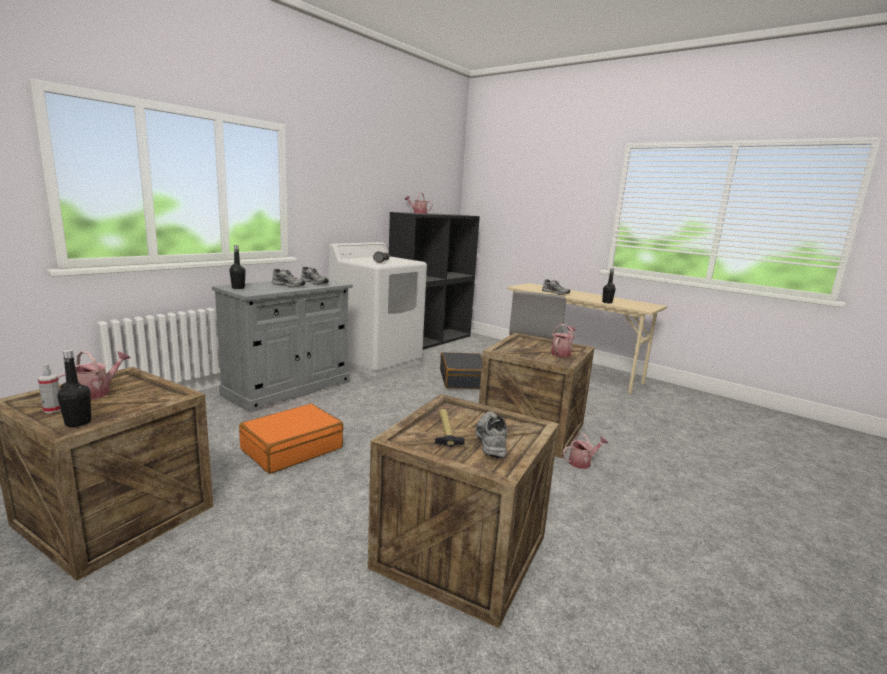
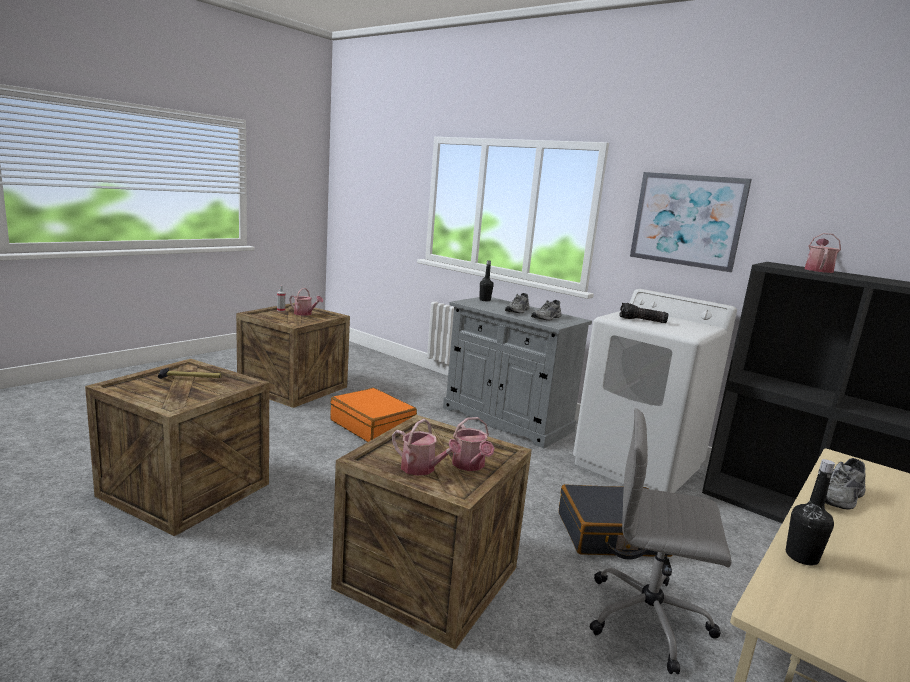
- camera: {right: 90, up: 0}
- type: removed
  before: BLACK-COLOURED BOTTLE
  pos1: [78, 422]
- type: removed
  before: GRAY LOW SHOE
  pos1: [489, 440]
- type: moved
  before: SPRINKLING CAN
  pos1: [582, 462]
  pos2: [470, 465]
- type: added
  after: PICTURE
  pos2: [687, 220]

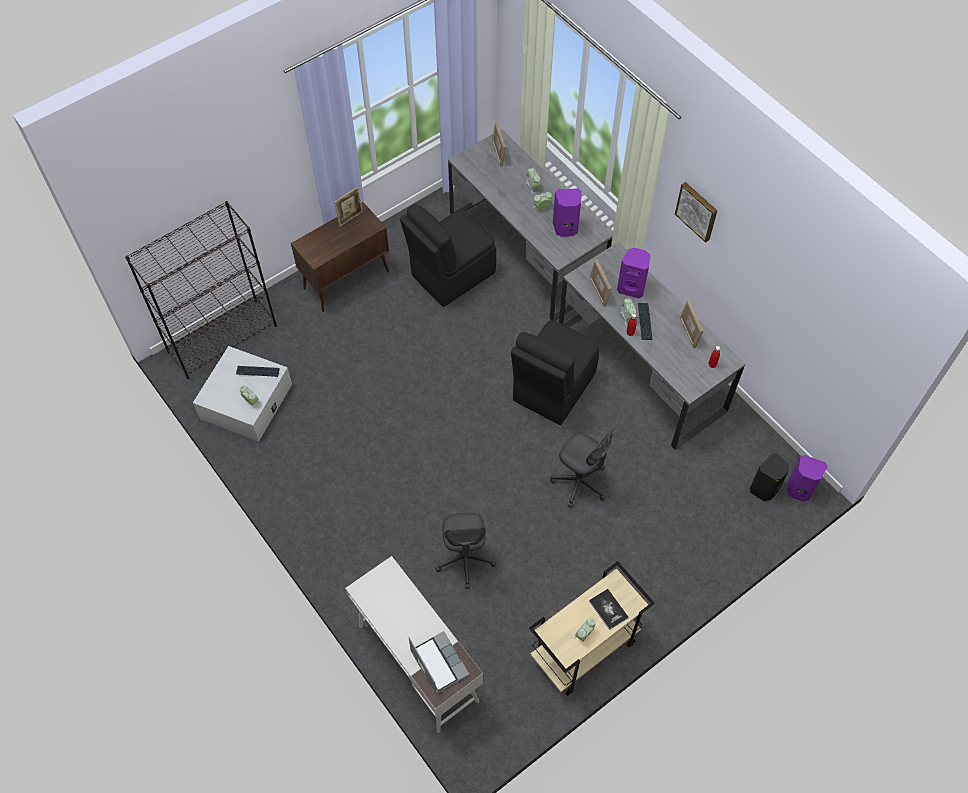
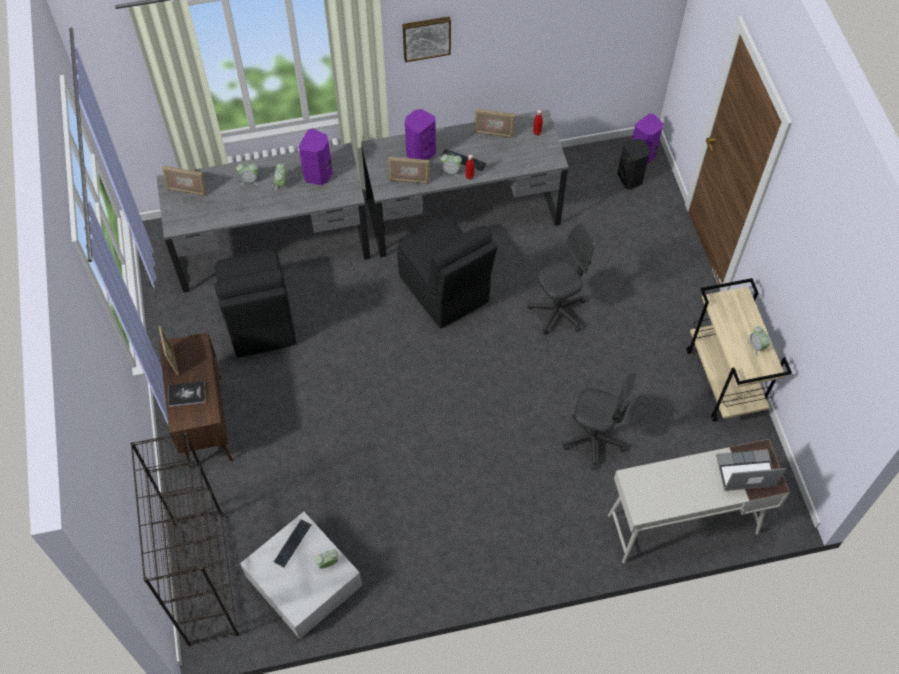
- camera: {right: -65, up: 0}
- type: moved
  before: VOLUME
  pos1: [608, 609]
  pos2: [187, 394]

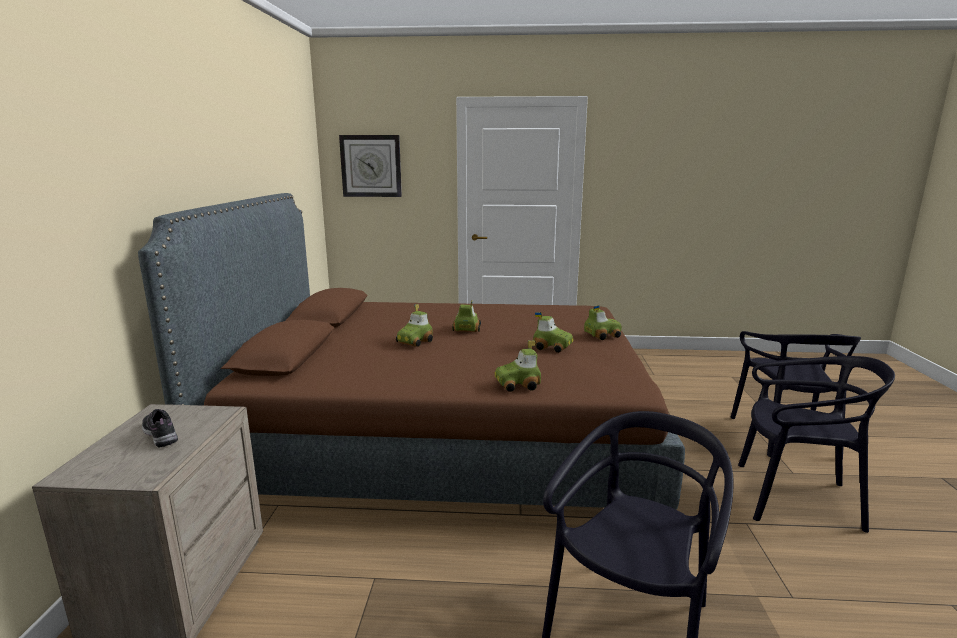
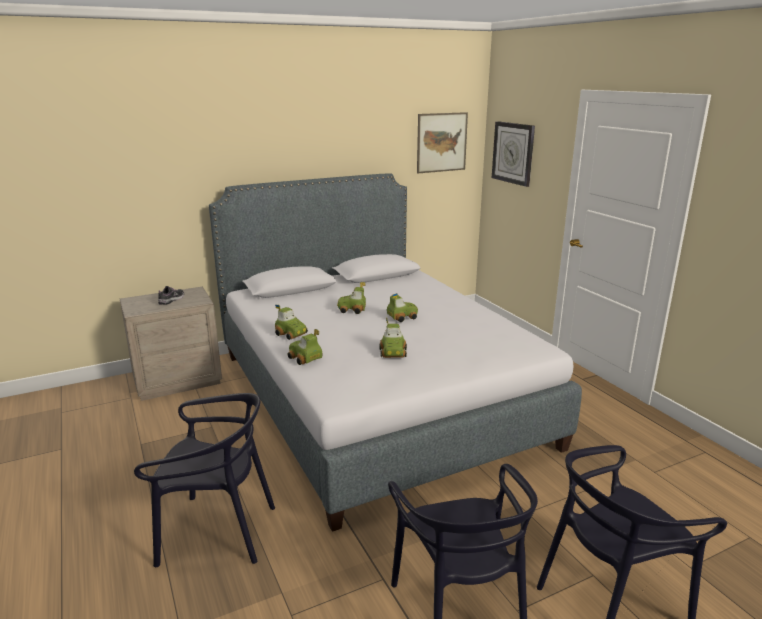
- camera: {right: 60, up: 5}
- type: recoloured
  before: BROWNISH SLEEPING BED
  after: GRAY SLEEPING BED
  pos1: [442, 439]
  pos2: [374, 397]
- type: moved
  before: MINIATURE CAR
  pos1: [602, 335]
  pos2: [291, 334]
- type: added
  after: PICTURE
  pos2: [441, 142]

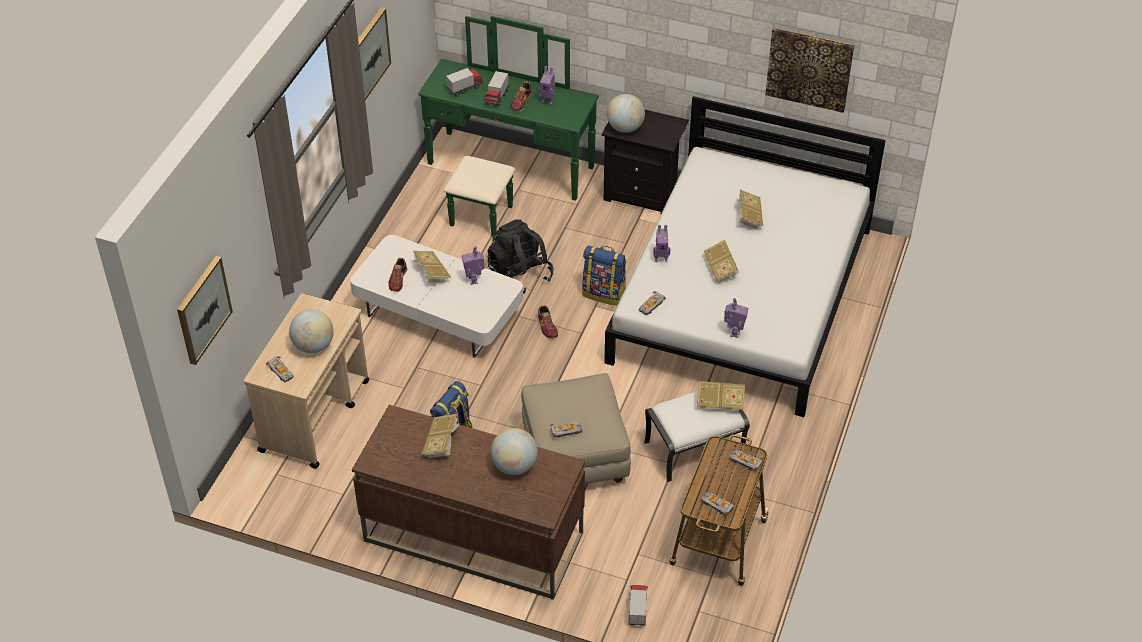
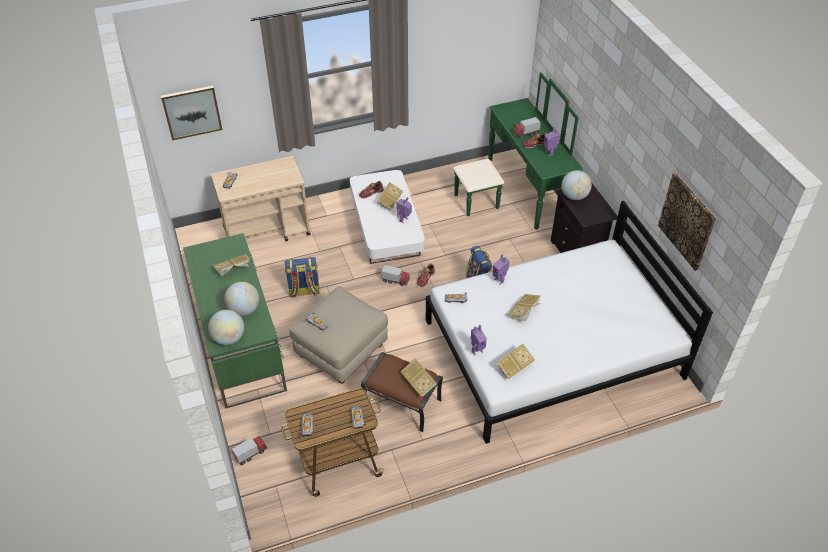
- camera: {right: 50, up: 0}
- type: removed
  before: PICTURE
  pos1: [369, 54]
- type: moved
  before: MODEL TRUCK
  pos1: [465, 88]
  pos2: [395, 280]
- type: moved
  before: VOLUME
  pos1: [748, 217]
  pos2: [514, 367]
- type: removed
  before: BLACK-COLOURED KNAPSACK
  pos1: [520, 274]
- type: moved
  before: WORLD GLOBE
  pos1: [313, 346]
  pos2: [229, 338]
- type: recoloured
  before: WHITISH FOOTREST
  after: BROWNISH FOOTREST
  pos1: [694, 450]
  pos2: [401, 403]
- type: recoloured
  before: BROWNISH DESK
  after: GREEN DESK
  pos1: [472, 537]
  pos2: [241, 344]

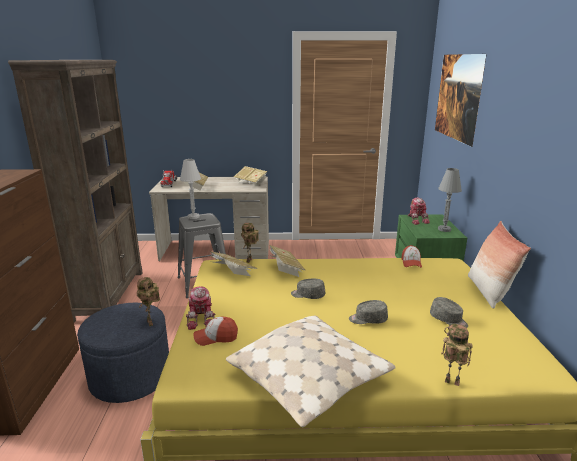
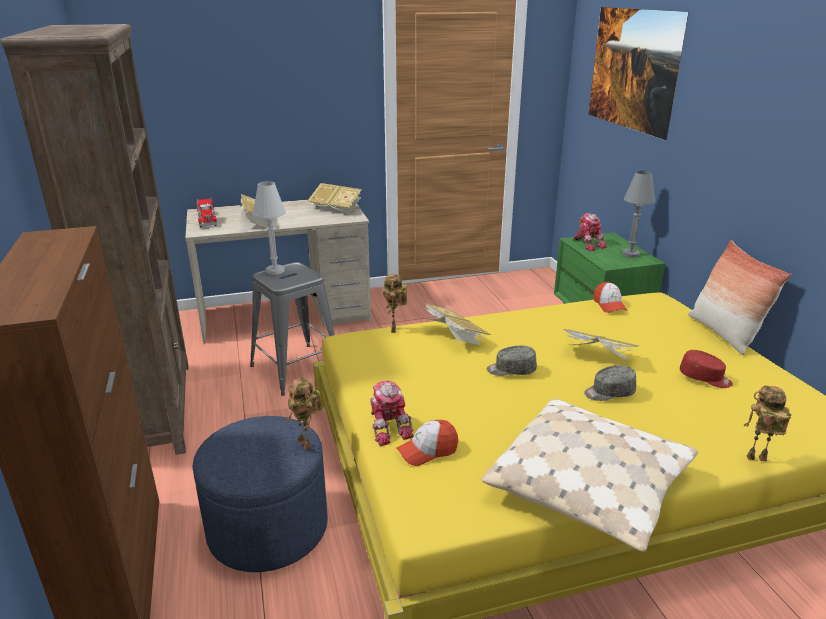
- camera: {right: -15, up: 5}
- type: moved
  before: VOLUME
  pos1: [232, 272]
  pos2: [597, 357]
- type: recoloured
  before: GRAY CAP
  after: REDDISH CAP
  pos1: [448, 320]
  pos2: [705, 378]

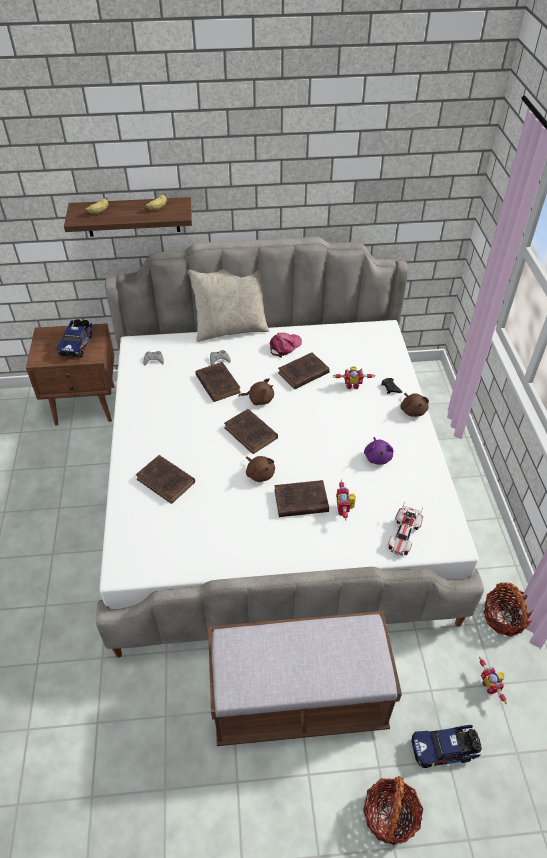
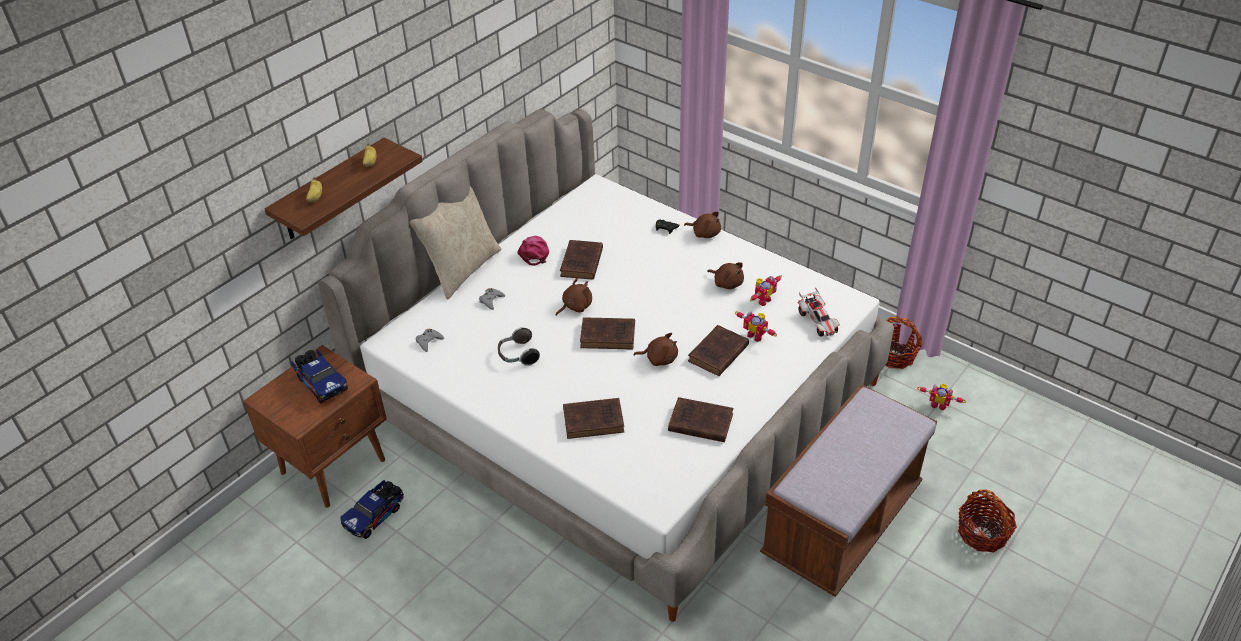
- camera: {right: -45, up: -5}
- type: moved
  before: BROWNISH VOLUME
  pos1: [217, 383]
  pos2: [699, 422]
- type: moved
  before: TOY ROBOT
  pos1: [352, 385]
  pos2: [762, 300]
- type: recoloured
  before: PURPLE CUDDLY TOY
  after: BROWNISH CUDDLY TOY
  pos1: [378, 457]
  pos2: [727, 283]
- type: moved
  before: MODEL TRUCK
  pos1: [445, 749]
  pos2: [376, 515]
- type: added
  after: PAIR OF HEADPHONES
  pos2: [518, 355]

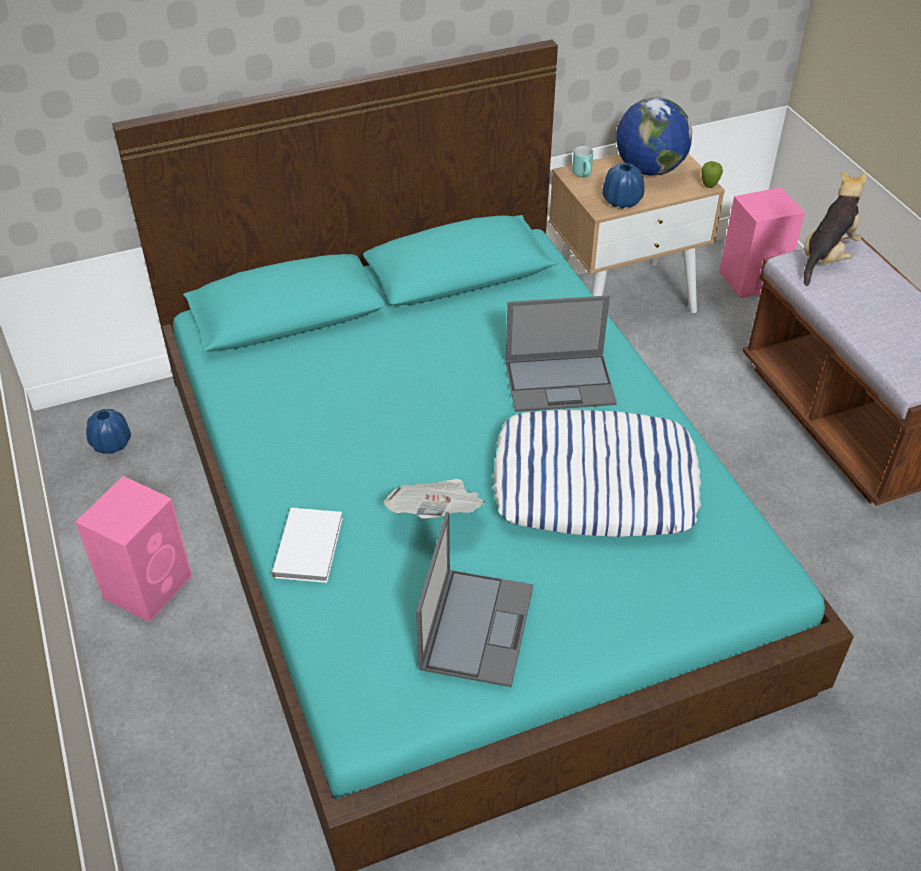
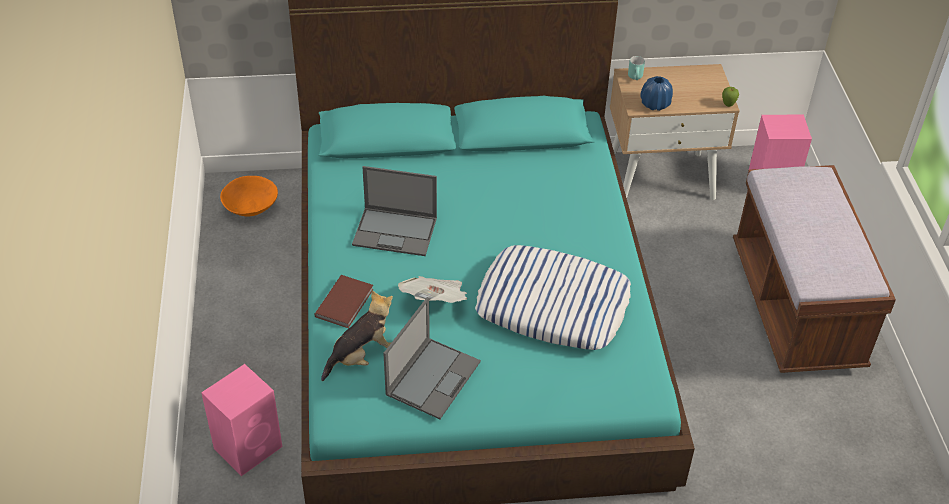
- camera: {right: 15, up: 0}
- type: removed
  before: WORLD GLOBE
  pos1: [649, 169]
- type: moved
  before: CUDDLY TOY
  pos1: [826, 257]
  pos2: [361, 356]
- type: moved
  before: LAPTOP
  pos1: [561, 382]
  pos2: [396, 231]
- type: replaced
  before: BLUE-COLOURED DECORATIVE VASE
  after: ORANGE-COLOURED BOWL
  pos1: [111, 444]
  pos2: [250, 207]
- type: moved
  before: PINKISH AUDIO SPEAKER
  pos1: [149, 585]
  pos2: [249, 446]
- type: recoloured
  before: WHITISH VOLUME
  after: BROWNISH VOLUME
  pos1: [310, 546]
  pos2: [346, 303]

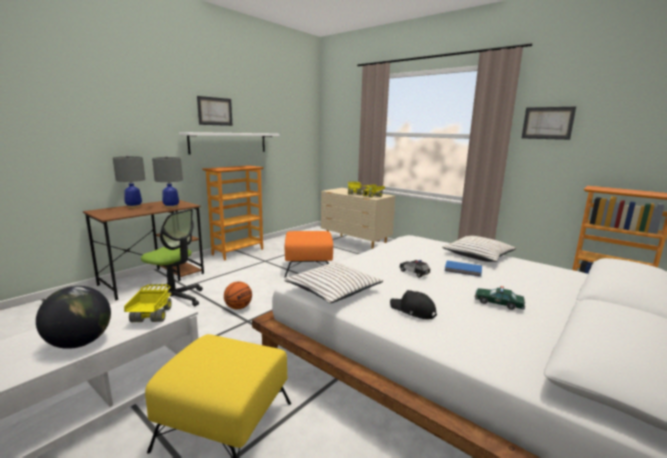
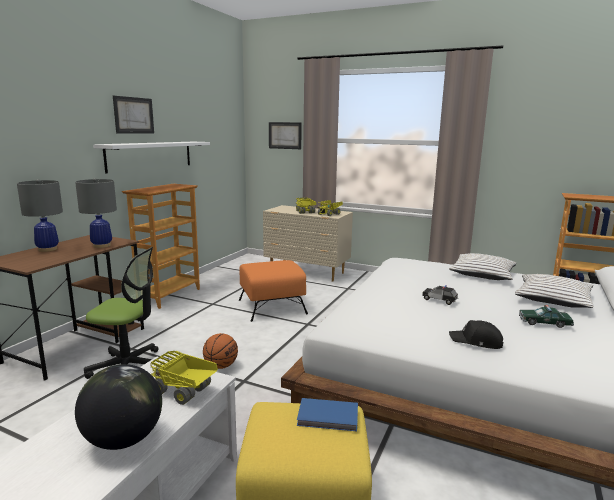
- camera: {right: -15, up: 0}
- type: moved
  before: PICTURE
  pos1: [547, 123]
  pos2: [285, 135]
- type: moved
  before: BLUE-COLOURED VOLUME
  pos1: [463, 270]
  pos2: [328, 417]
- type: moved
  before: WHITISH CUSHION
  pos1: [332, 290]
  pos2: [552, 299]
- type: turned
  before: MODEL TRUCK
  pos1: [151, 316]
  pos2: [184, 391]
  turn: -45

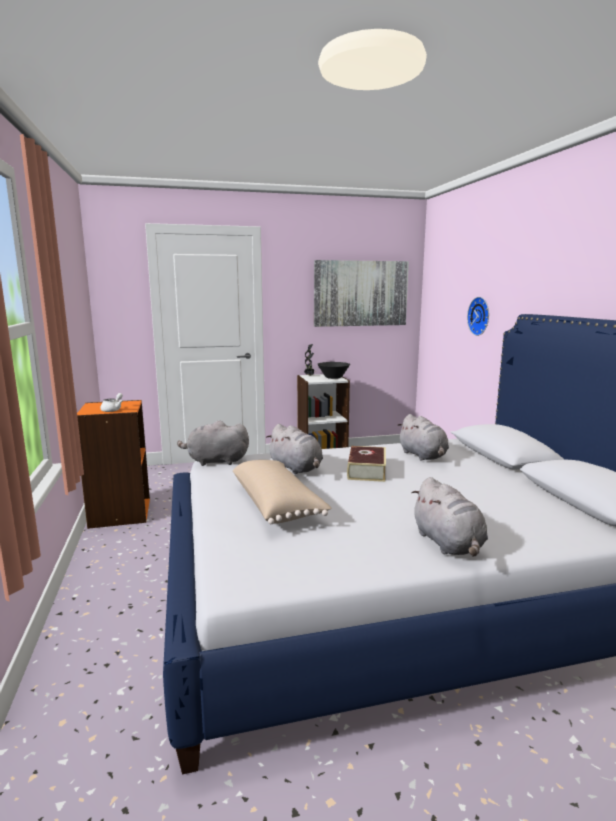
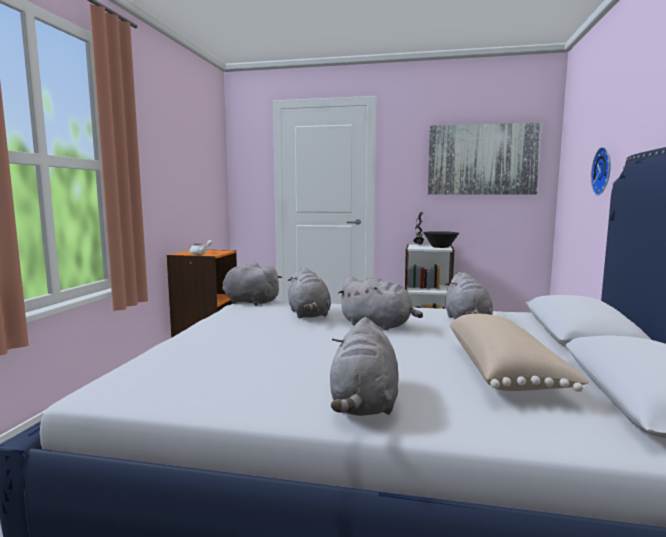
- camera: {right: 25, up: -5}
- type: replaced
  before: VOLUME
  after: GRAY CUDDLY TOY
  pos1: [366, 470]
  pos2: [378, 325]
- type: moved
  before: BEIGE-COLOURED CUSHION
  pos1: [277, 505]
  pos2: [504, 371]

